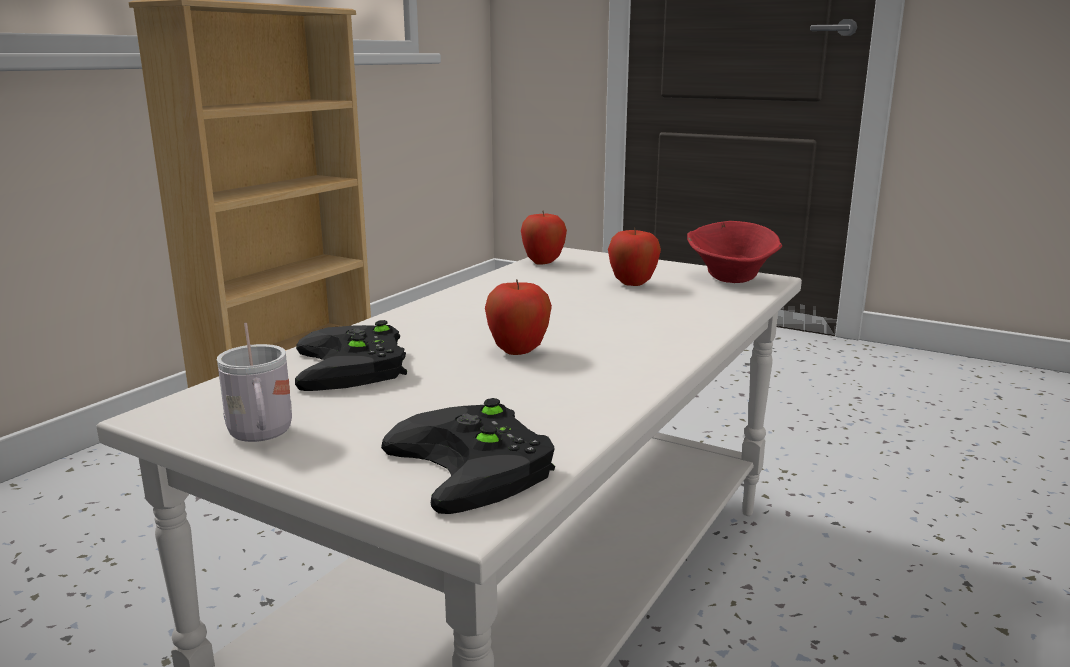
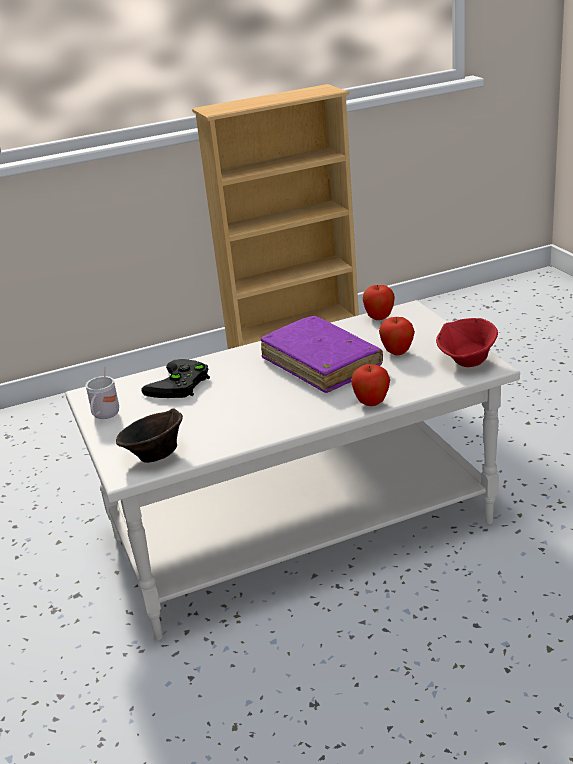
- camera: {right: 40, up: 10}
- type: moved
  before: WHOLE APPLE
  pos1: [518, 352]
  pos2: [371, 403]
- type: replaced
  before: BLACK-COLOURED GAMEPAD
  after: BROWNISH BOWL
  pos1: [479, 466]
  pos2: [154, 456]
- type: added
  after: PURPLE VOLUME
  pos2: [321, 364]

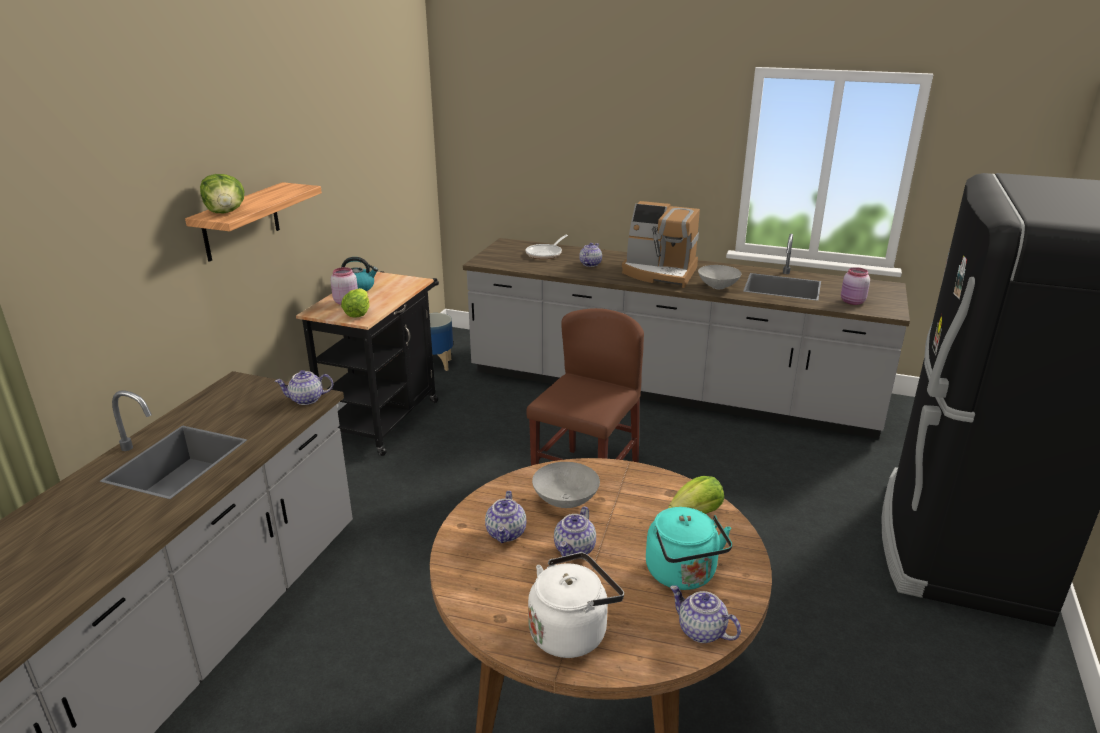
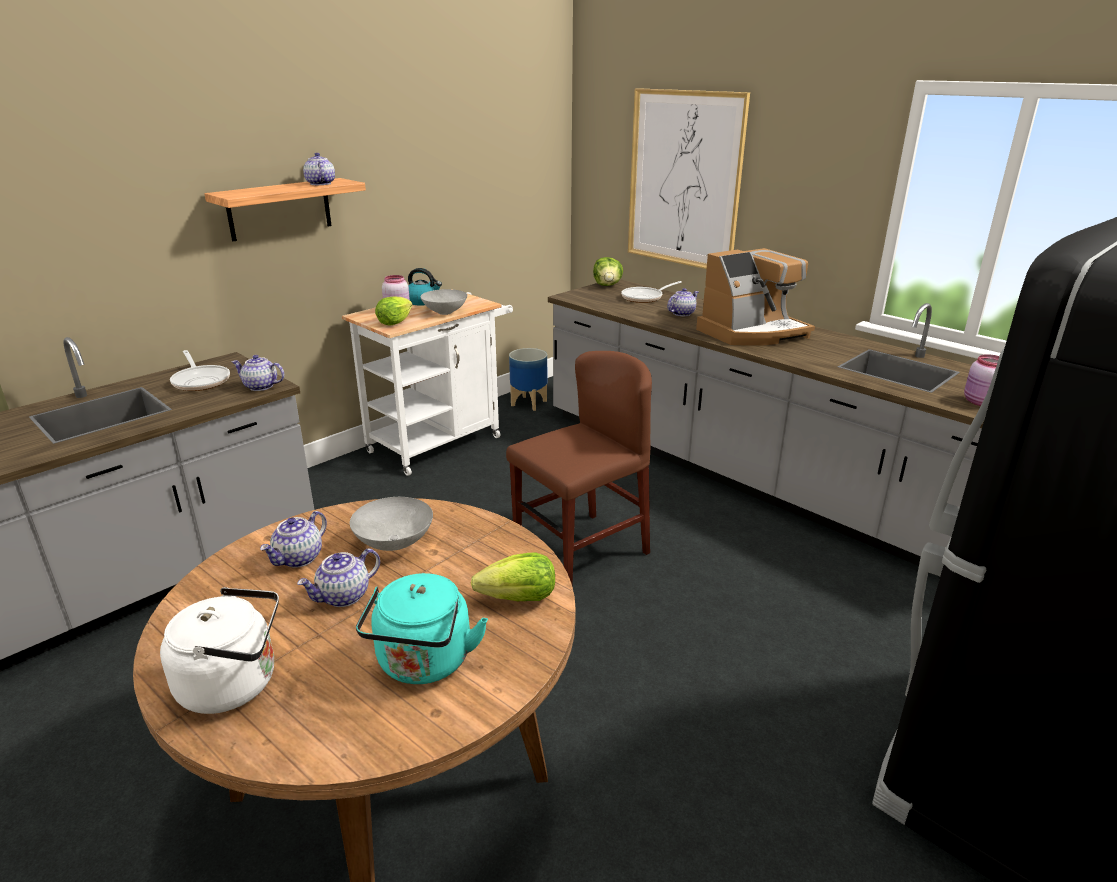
- camera: {right: 25, up: 0}
- type: moved
  before: LETTUCE
  pos1: [226, 212]
  pos2: [607, 285]
- type: turned
  before: COFFEE BREWER
  pos1: [659, 273]
  pos2: [752, 333]
  turn: -75
- type: moved
  before: GRAY BOWL
  pos1: [717, 286]
  pos2: [444, 312]
- type: recoloured
  before: BLACK-COLOURED CART
  after: WHITISH CART
  pos1: [386, 417]
  pos2: [441, 441]
- type: moved
  before: TEA POT
  pos1: [701, 631]
  pos2: [320, 184]
- type: added
  after: PICTURE
  pos2: [684, 180]
- type: added
  after: PAN
  pos2: [201, 381]

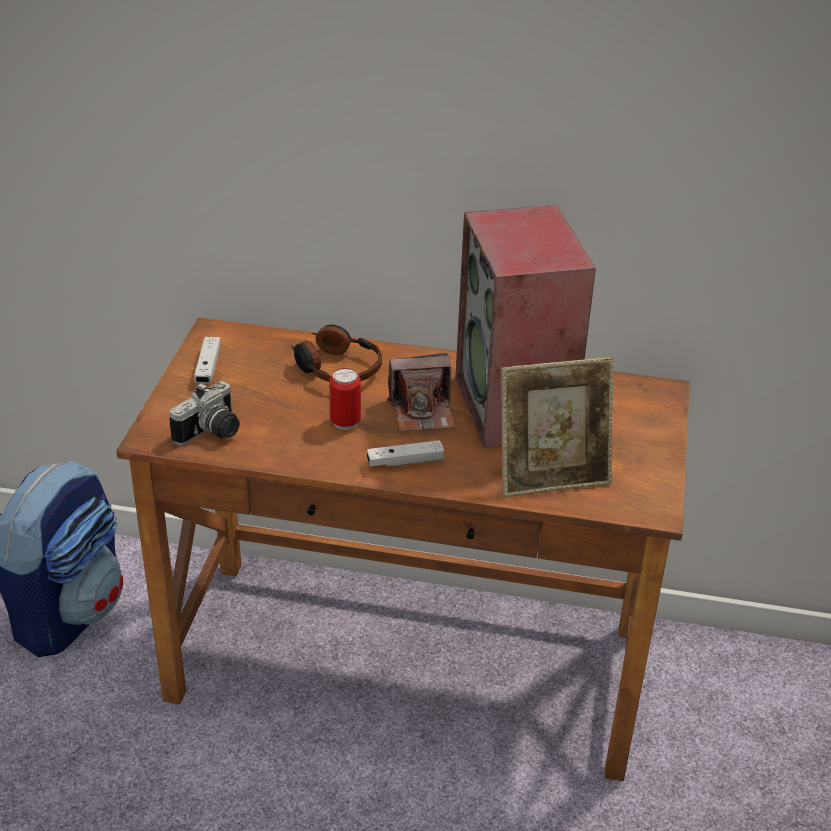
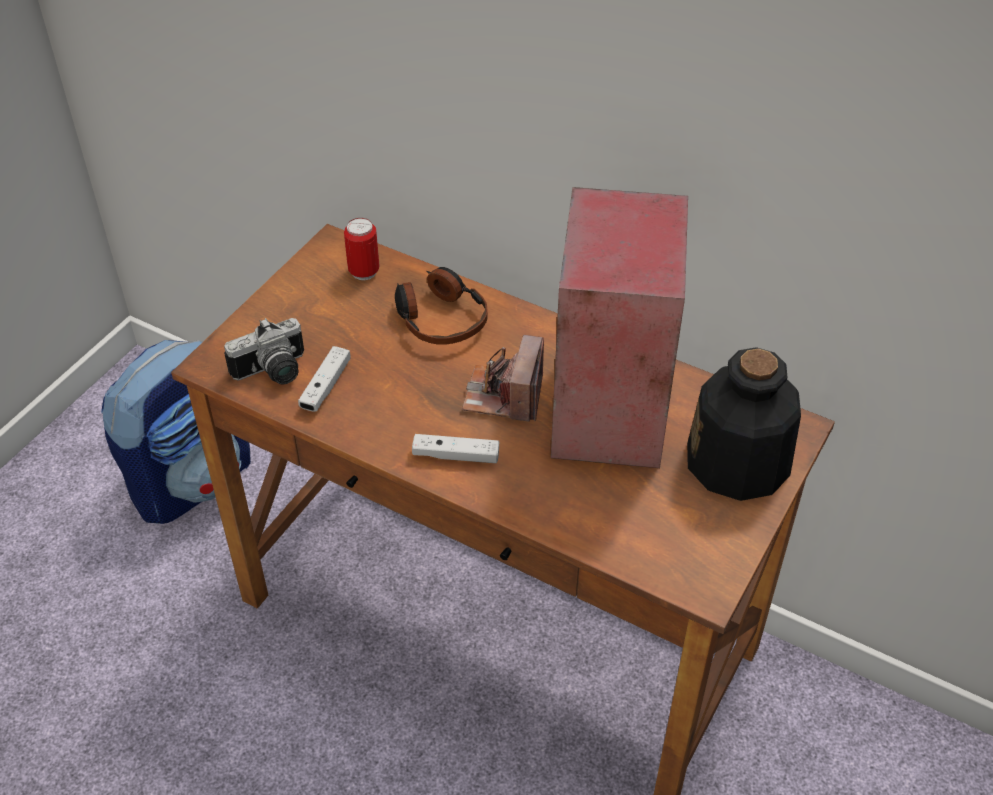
- camera: {right: 20, up: 10}
- type: moved
  before: WHITISH GAMEPAD
  pos1: [208, 367]
  pos2: [326, 386]
- type: turned
  before: PHOTO CAMERA
  pos1: [422, 412]
  pos2: [505, 395]
  turn: 90
- type: removed
  before: PICTURE FRAME
  pos1: [552, 477]
- type: moved
  before: METAL CAN
  pos1: [345, 422]
  pos2: [364, 272]
- type: added
  after: BOTTLE
  pos2: [738, 463]

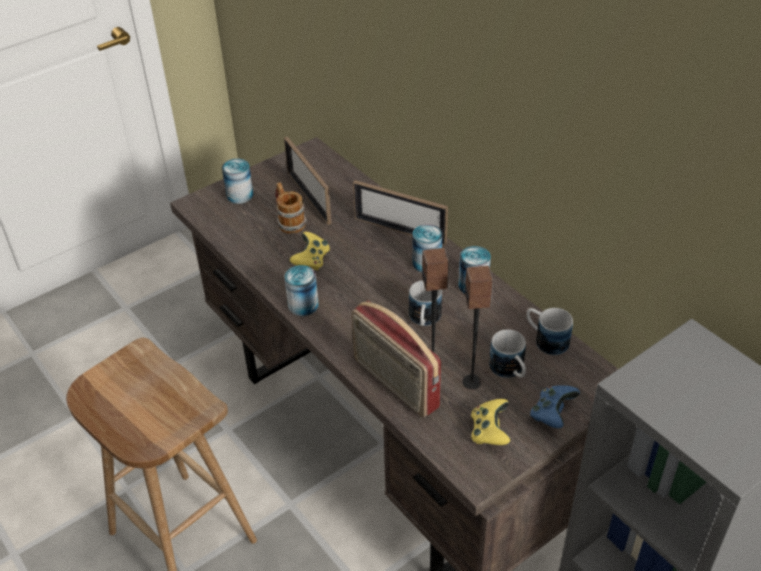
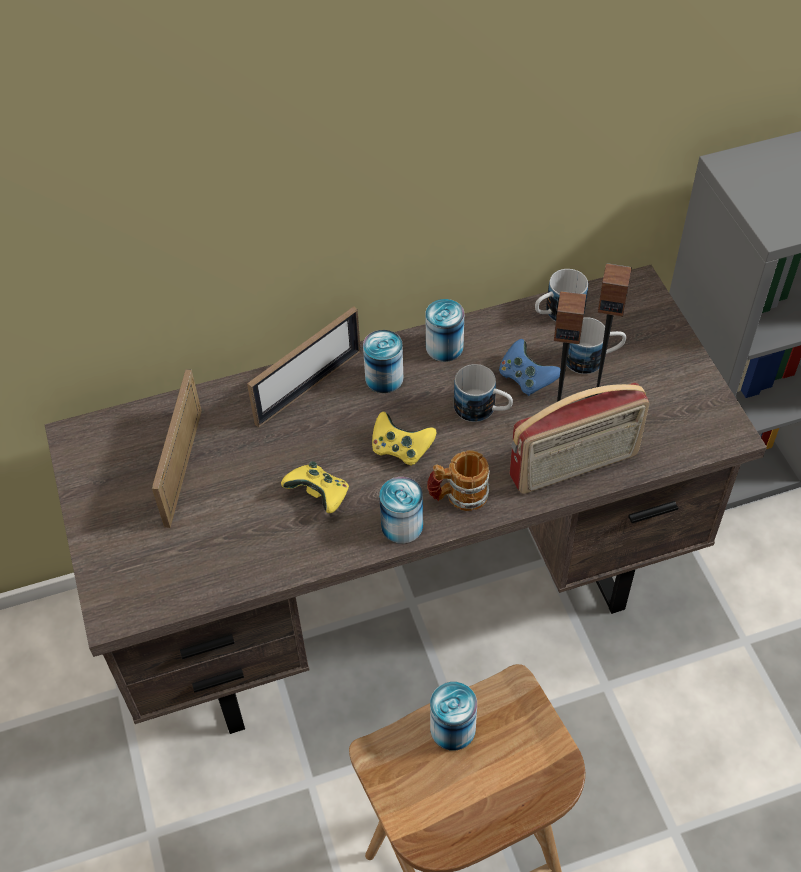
- camera: {right: -70, up: 10}
- type: turned
  before: PICTURE FRAME
  pos1: [309, 197]
  pos2: [183, 467]
  turn: 105
- type: moved
  before: METAL CAN
  pos1: [240, 195]
  pos2: [452, 728]
- type: moved
  before: MUG
  pos1: [289, 221]
  pos2: [458, 496]
- type: moved
  before: BLUE-COLOURED GAMEPAD
  pos1: [552, 414]
  pos2: [526, 378]
- type: moved
  before: YELLOW GAMEPAD
  pos1: [489, 432]
  pos2: [401, 449]

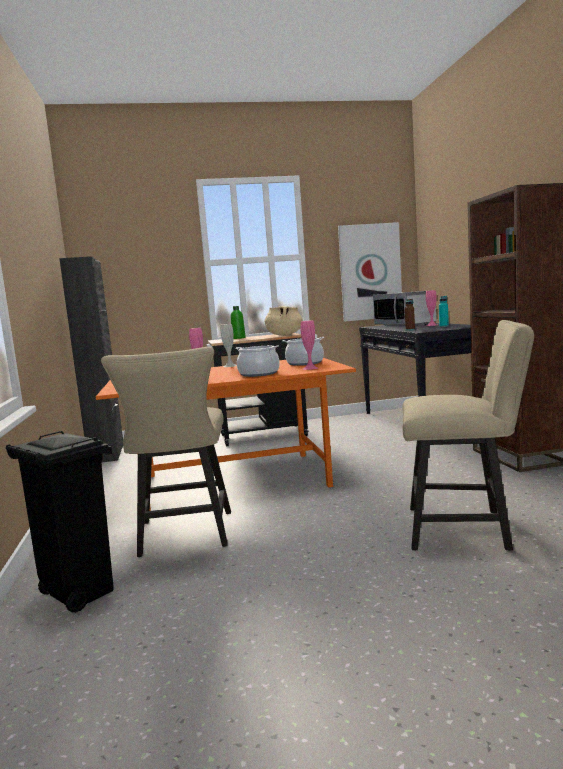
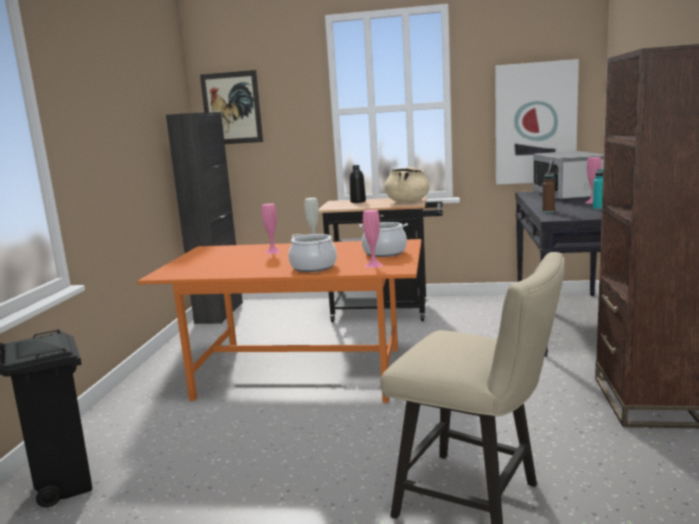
- camera: {right: 20, up: 5}
- type: recoloured
  before: GREEN BOTTLE
  after: BLACK-COLOURED BOTTLE
  pos1: [238, 338]
  pos2: [358, 201]
- type: removed
  before: BEIGE-COLOURED PLAIN CHAIR
  pos1: [184, 537]
- type: added
  after: PICTURE
  pos2: [231, 108]

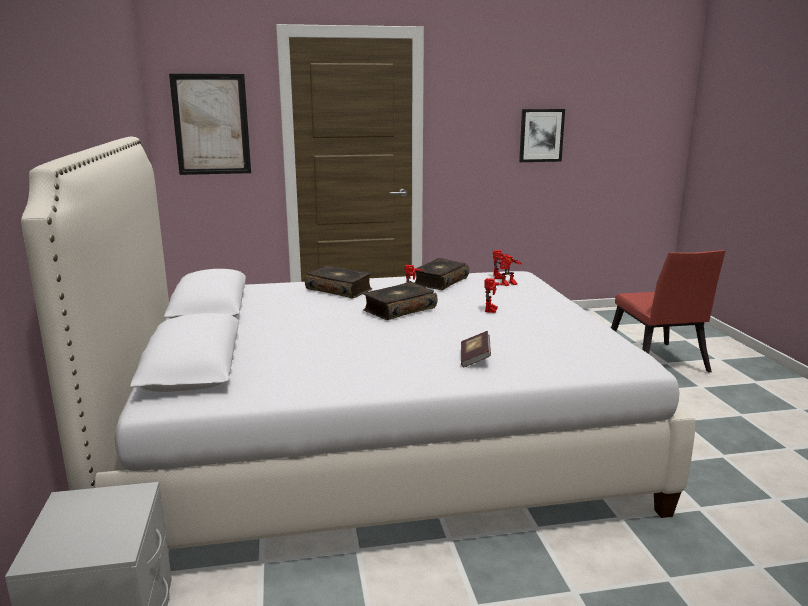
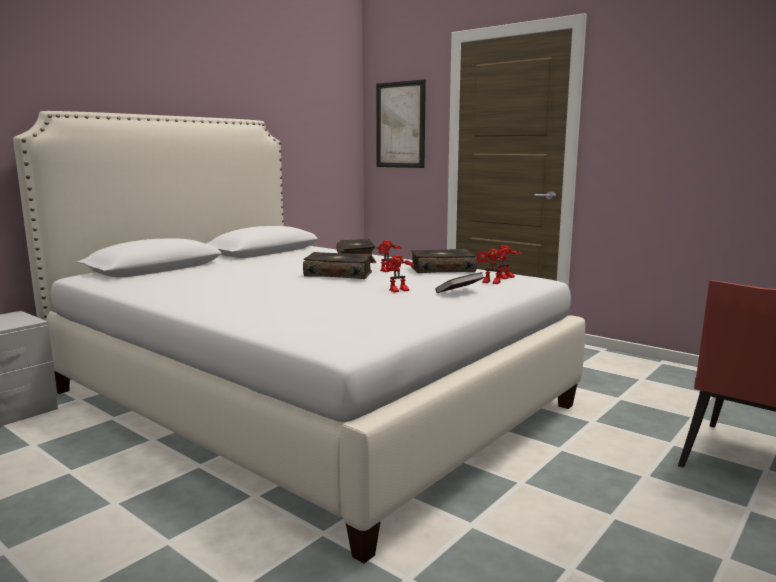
- camera: {right: 50, up: -5}
- type: removed
  before: PICTURE
  pos1: [541, 135]
- type: moved
  before: VOLUME
  pos1: [475, 359]
  pos2: [459, 292]

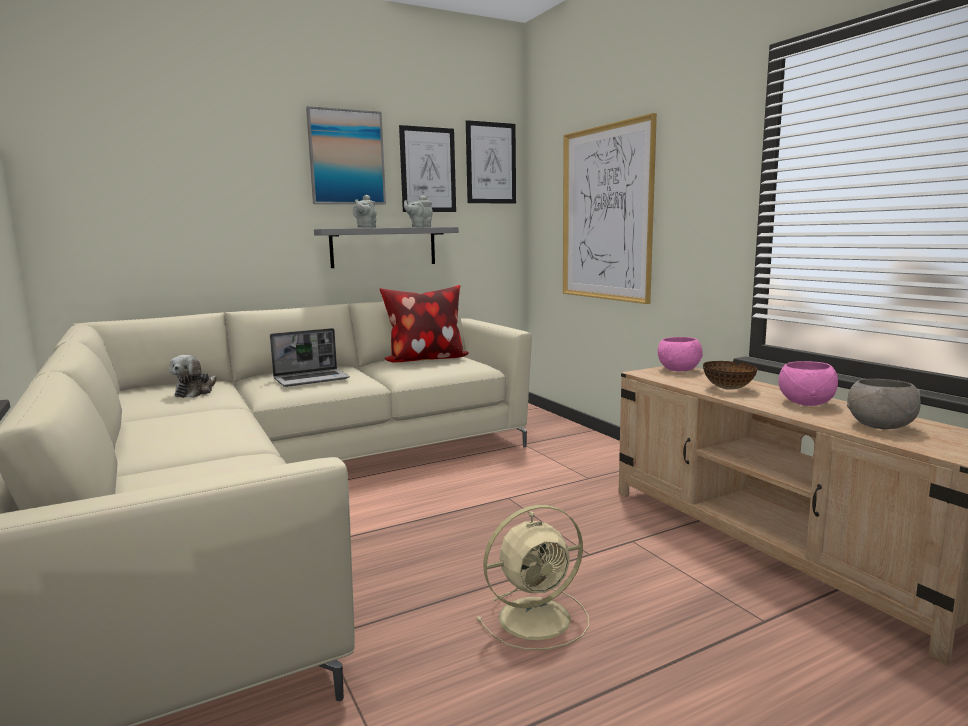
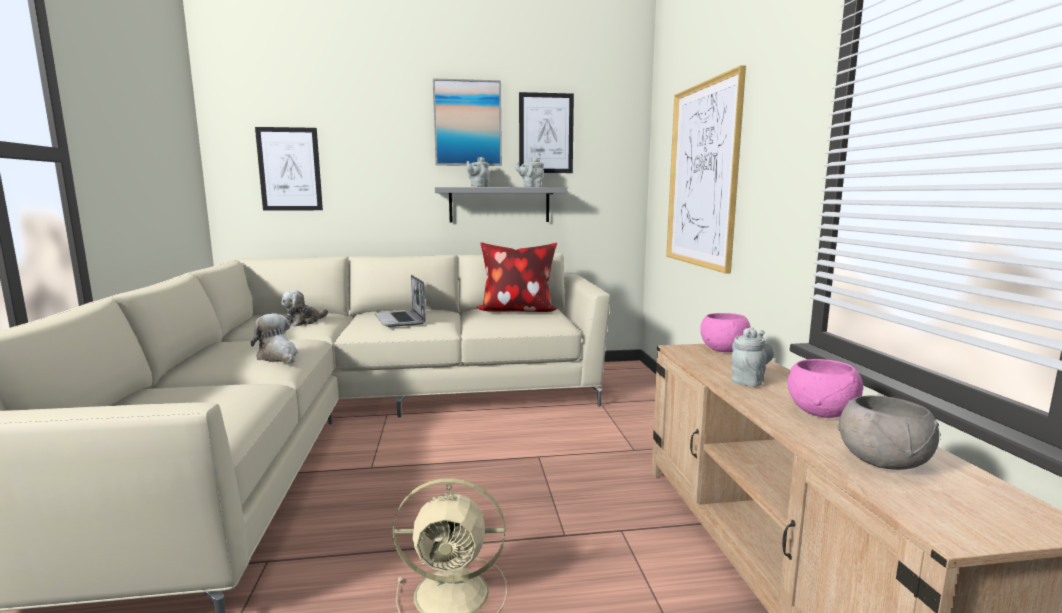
- camera: {right: 20, up: 0}
- type: moved
  before: PICTURE
  pos1: [491, 163]
  pos2: [289, 169]
- type: turned
  before: LAPTOP
  pos1: [312, 379]
  pos2: [401, 320]
  turn: 75
- type: replaced
  before: BOWL
  after: GRAY TEA POT
  pos1: [728, 389]
  pos2: [748, 380]
- type: added
  after: CUDDLY TOY
  pos2: [278, 357]

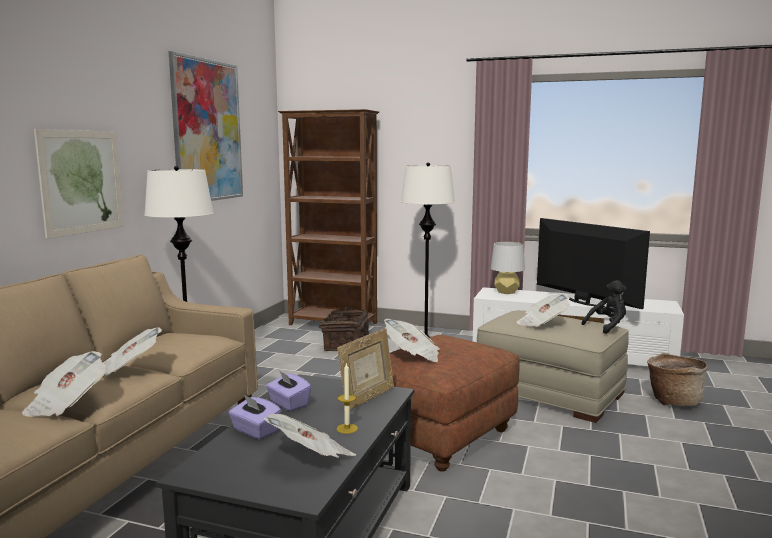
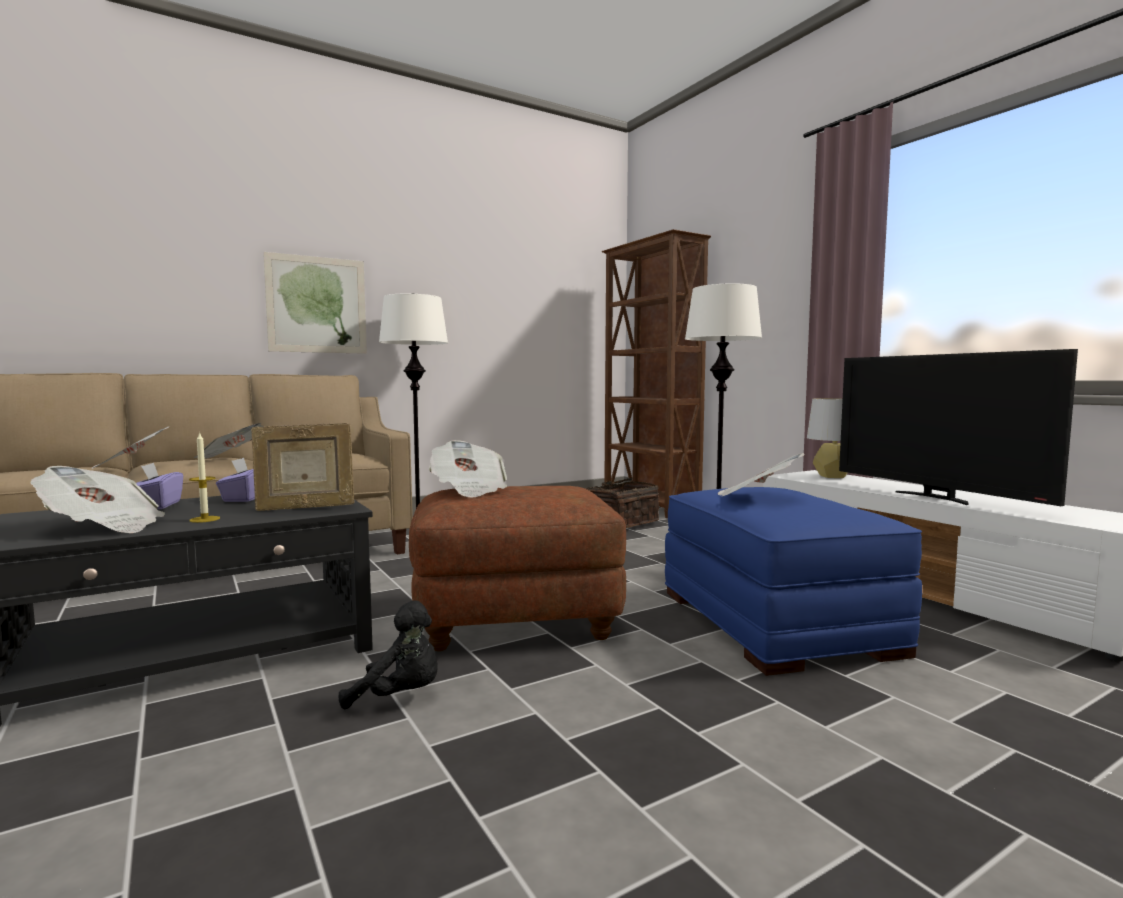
- camera: {right: 40, up: -5}
- type: removed
  before: PICTURE
  pos1: [207, 131]
- type: turned
  before: TELEVISION
  pos1: [583, 303]
  pos2: [935, 497]
  turn: 150
- type: moved
  before: BLACK-COLOURED CUDDLY TOY
  pos1: [607, 327]
  pos2: [400, 696]
- type: recoloured
  before: BEIGE-COLOURED FOOTREST
  after: BLUE-COLOURED FOOTREST
  pos1: [550, 392]
  pos2: [775, 621]
- type: removed
  before: STORAGE BASKET
  pos1: [673, 400]

